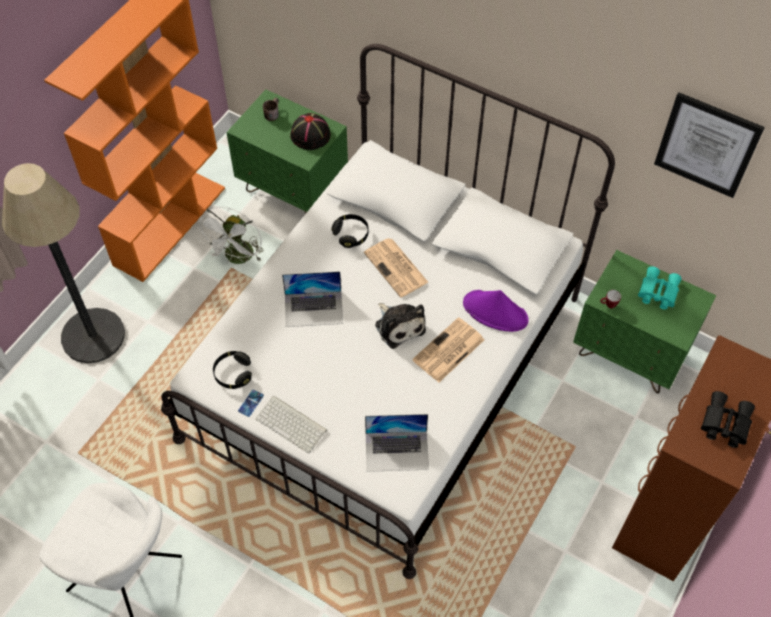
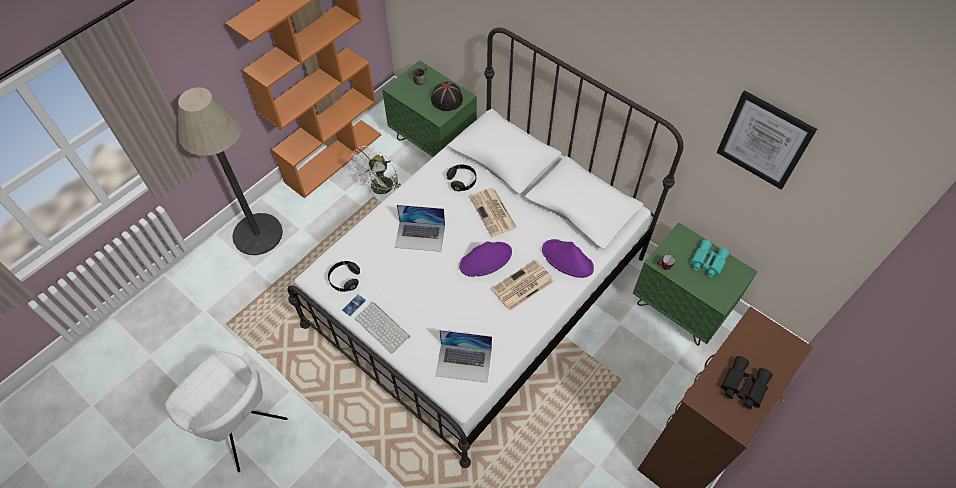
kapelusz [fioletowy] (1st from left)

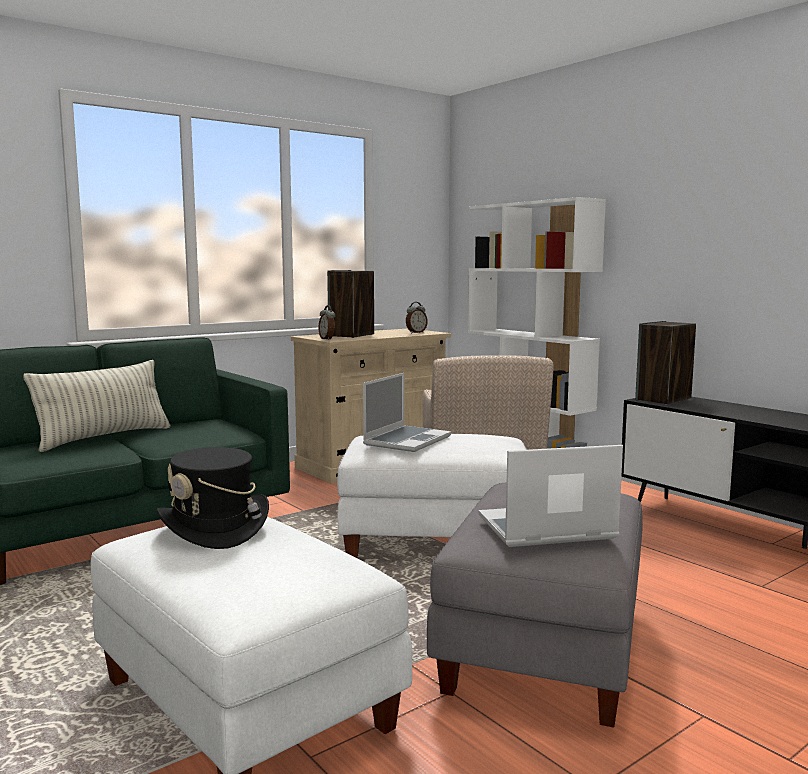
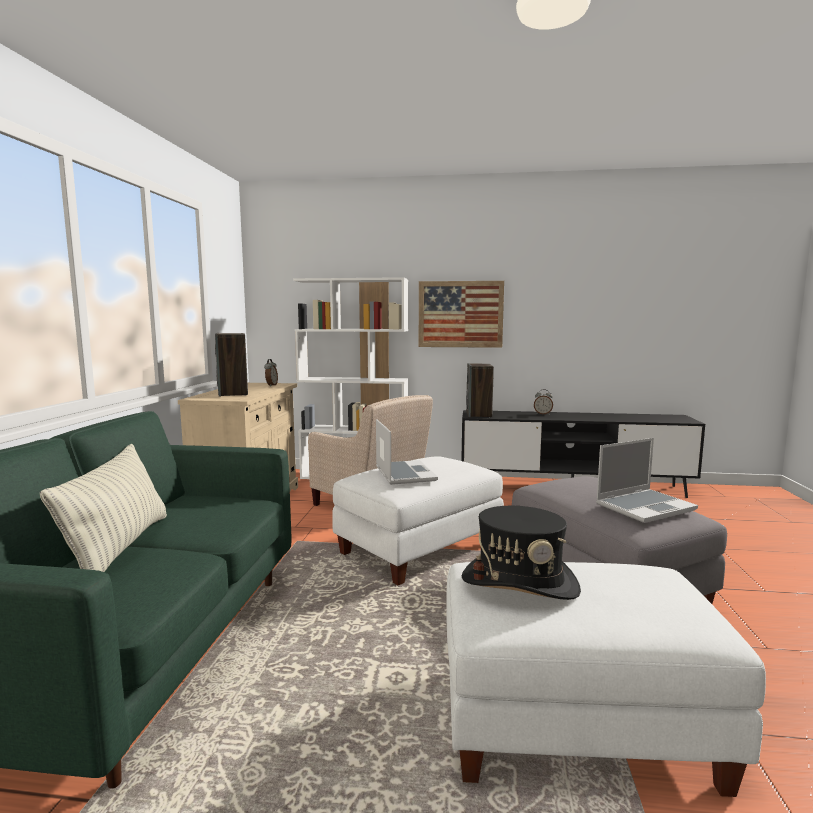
budzik (2nd from left); laptop (2nd from left); obraz

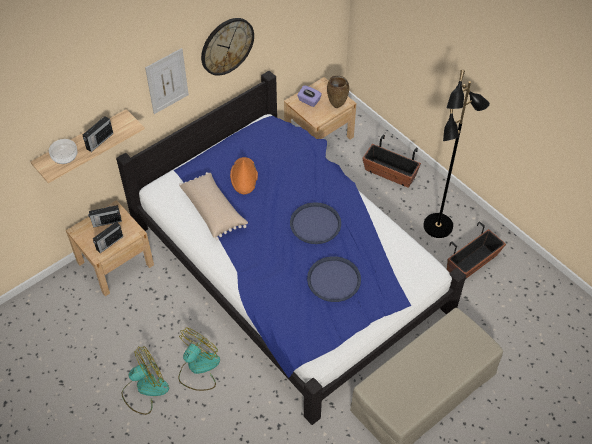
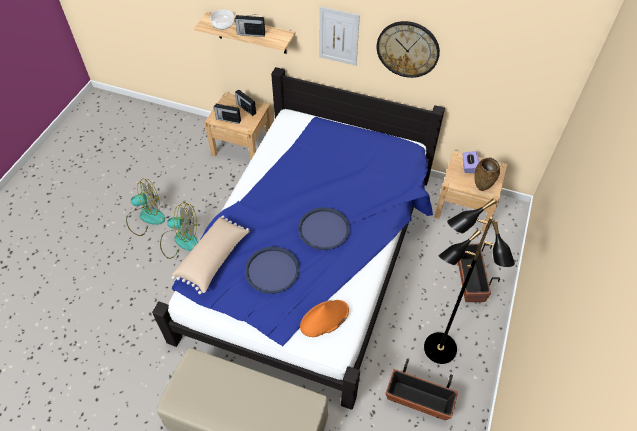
kapelusz [pomarańczowy]; poduszka [beżowy]; wentylator (1st from left)

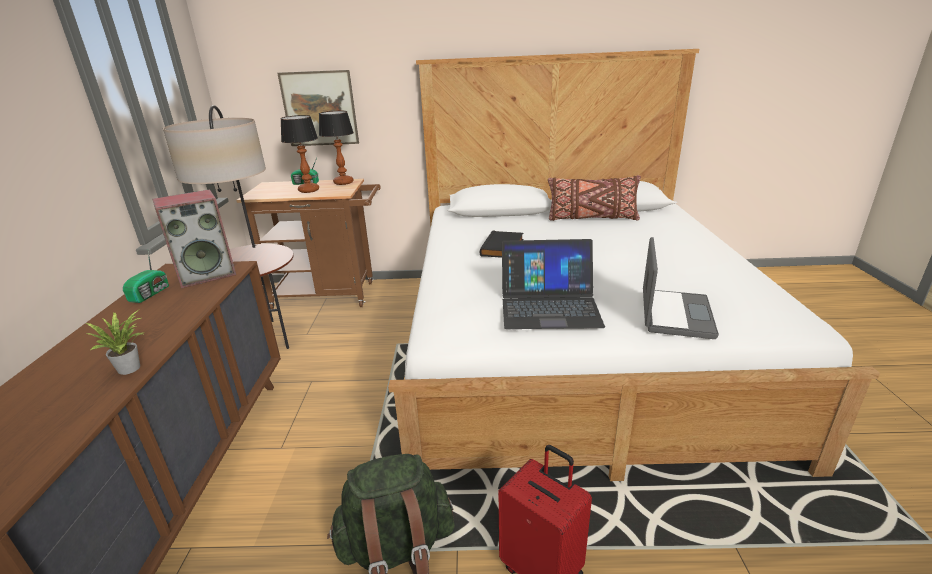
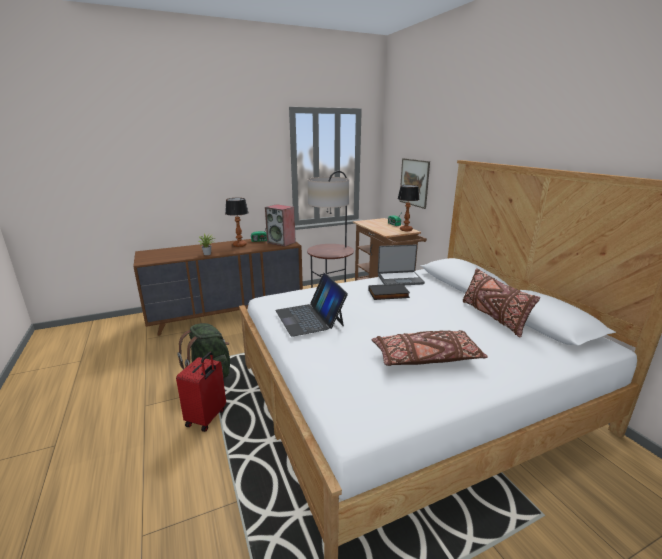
lampa stołowa (1st from left); laptop (2nd from left); poduszka [brązowy] (1st from left)

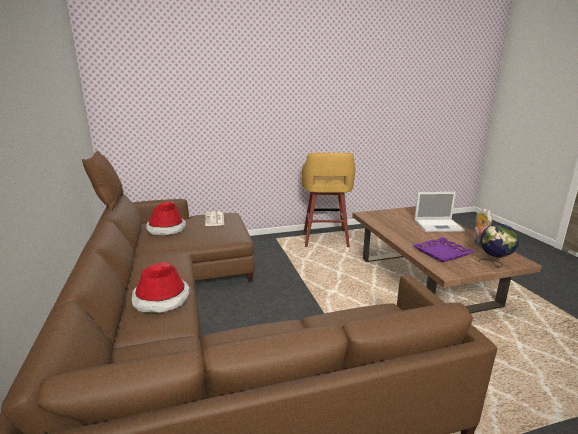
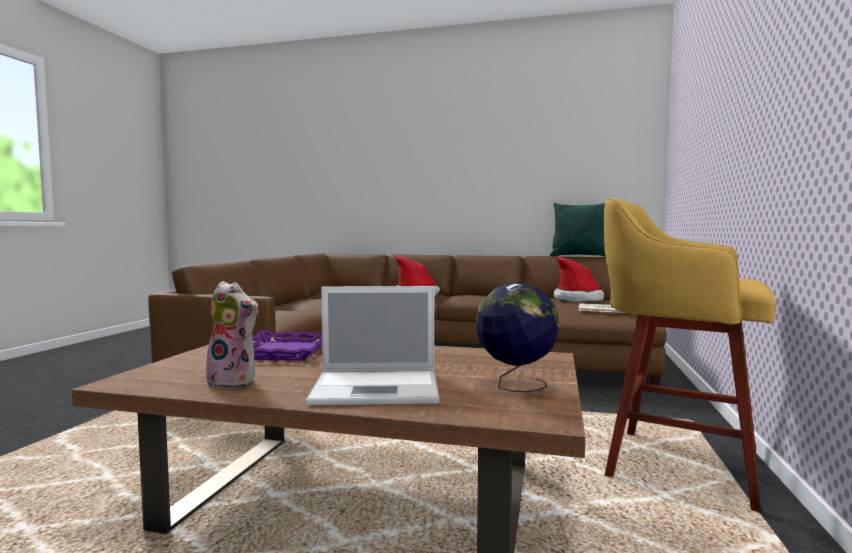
poduszka [zielony]; laptop; globus

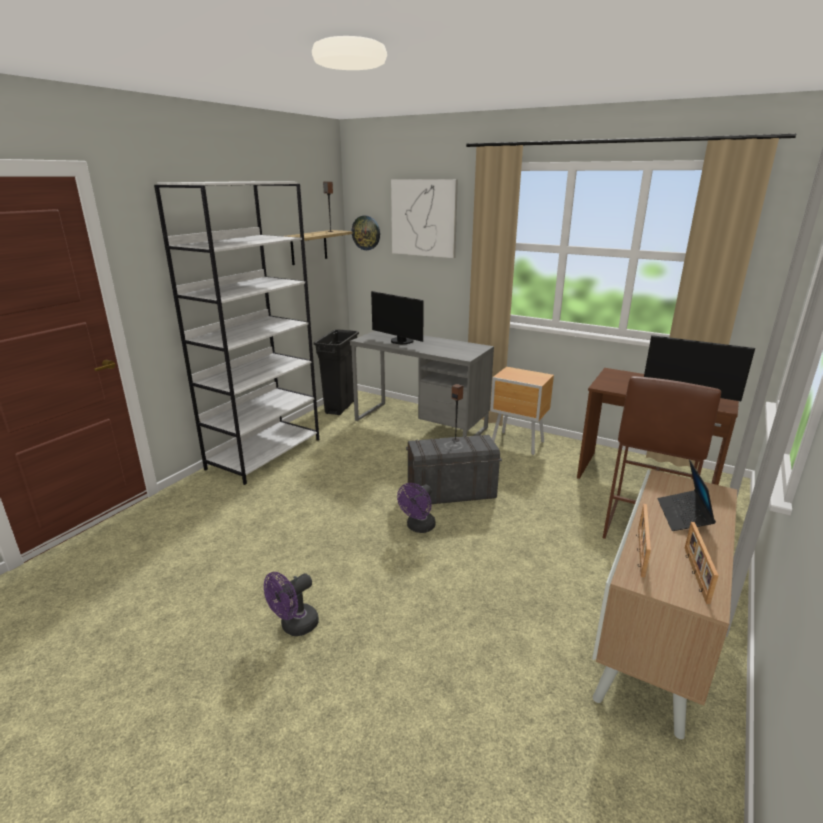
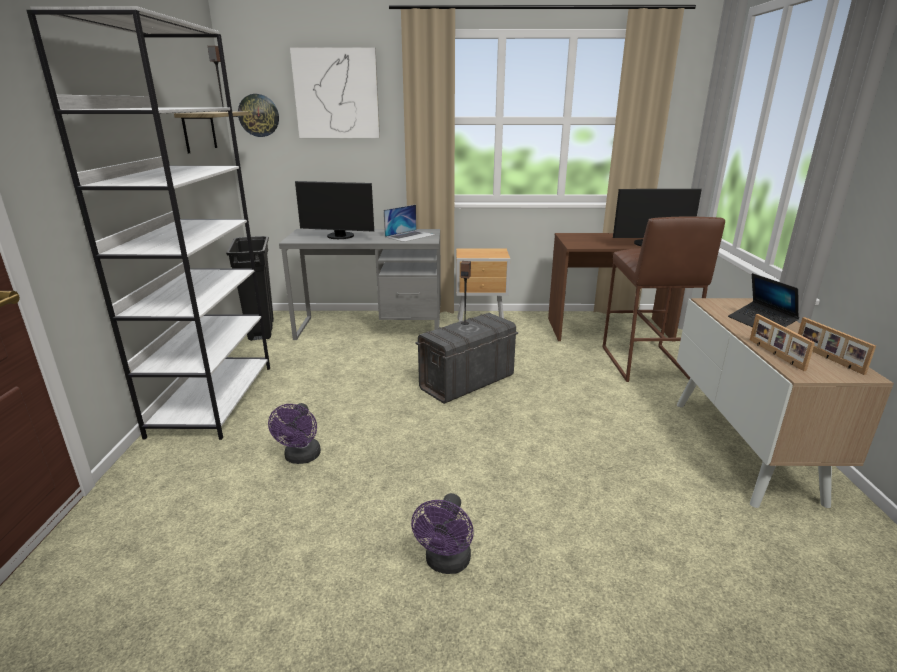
wentylator [fioletowy] (1st from left); laptop (1st from left)

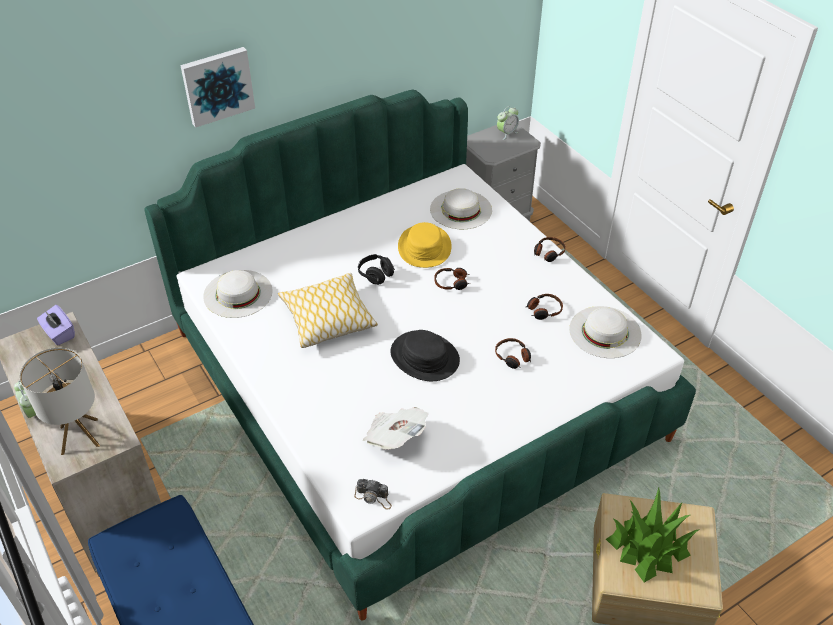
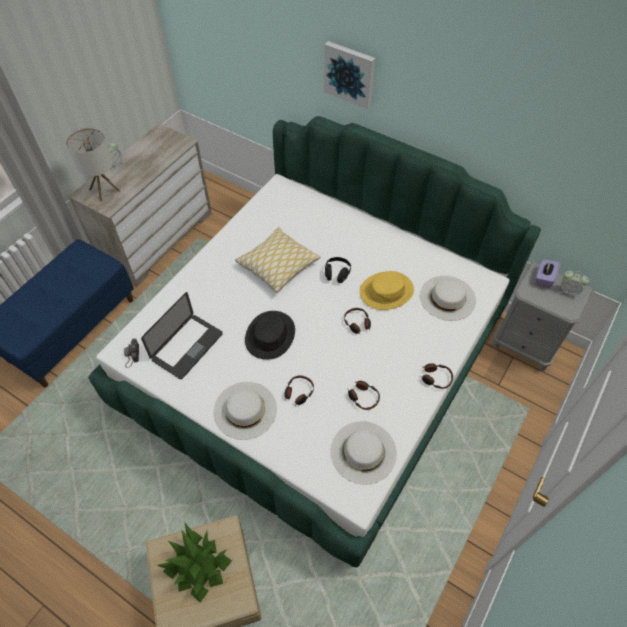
kapelusz [biały] (1st from left); pudełko chusteczek [fioletowy]; laptop

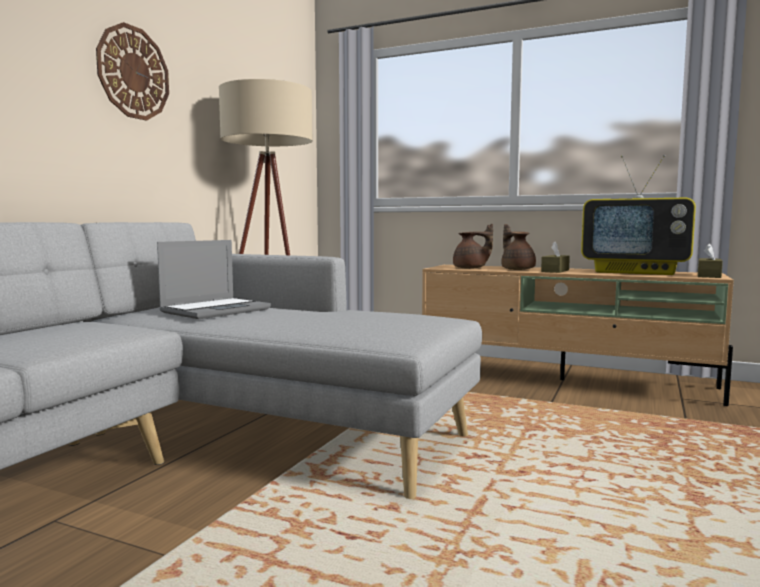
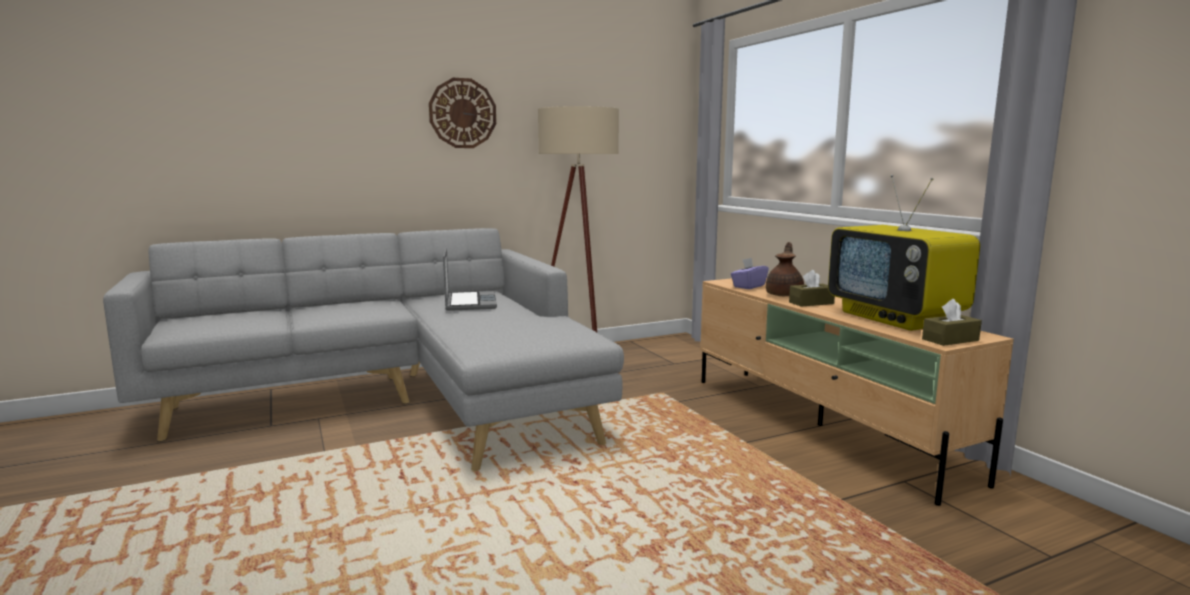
pudełko chusteczek [fioletowy]; laptop

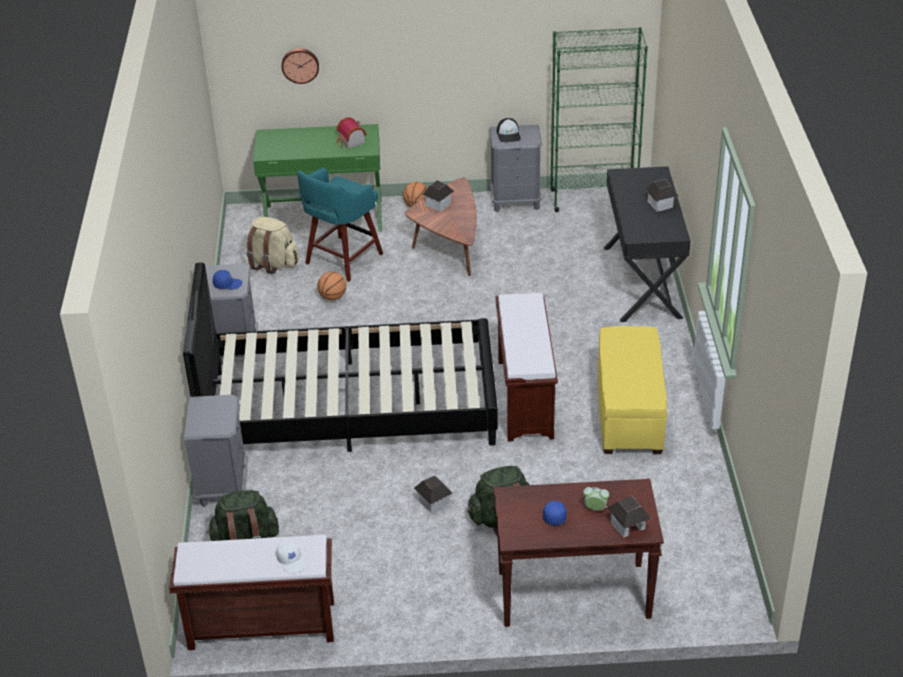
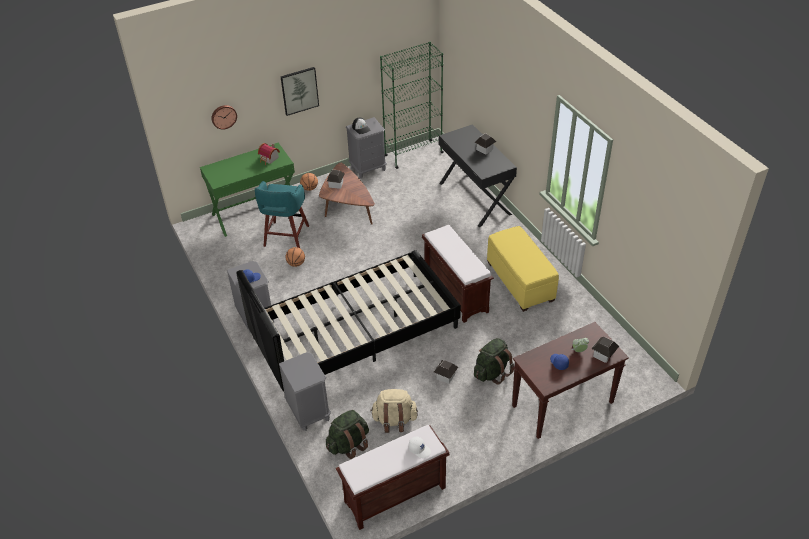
plecak [beżowy]; obraz

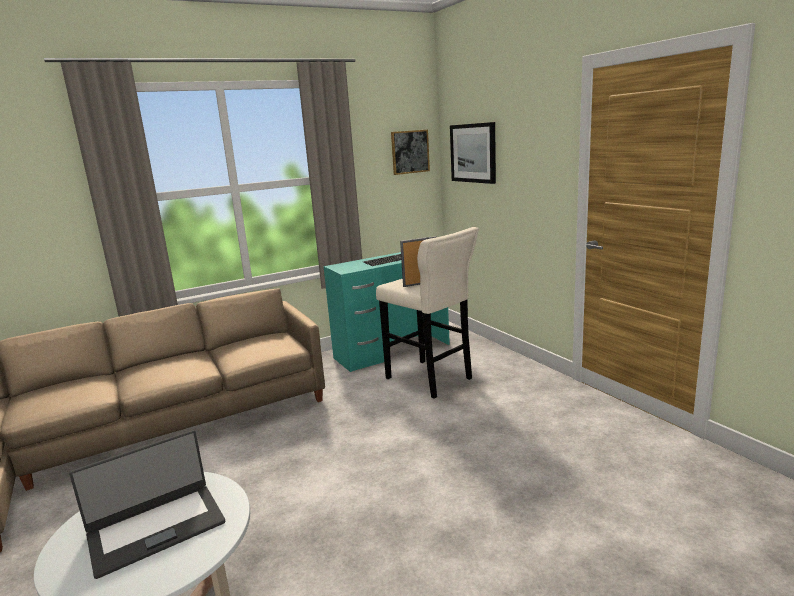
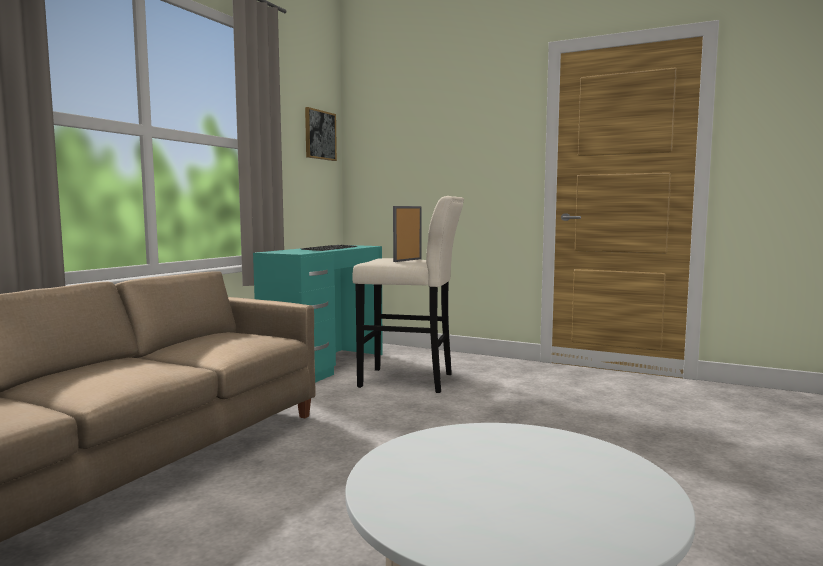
obraz (2nd from left in the first image); laptop

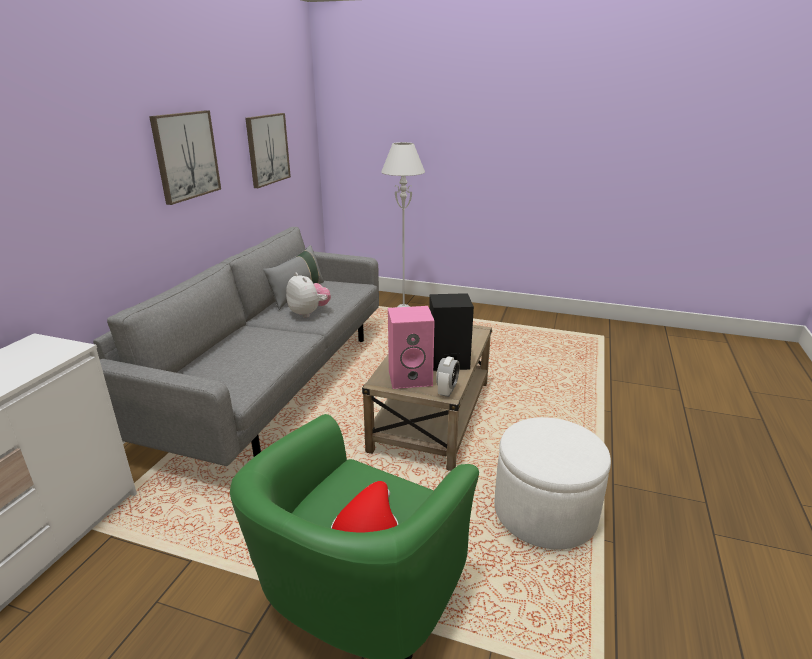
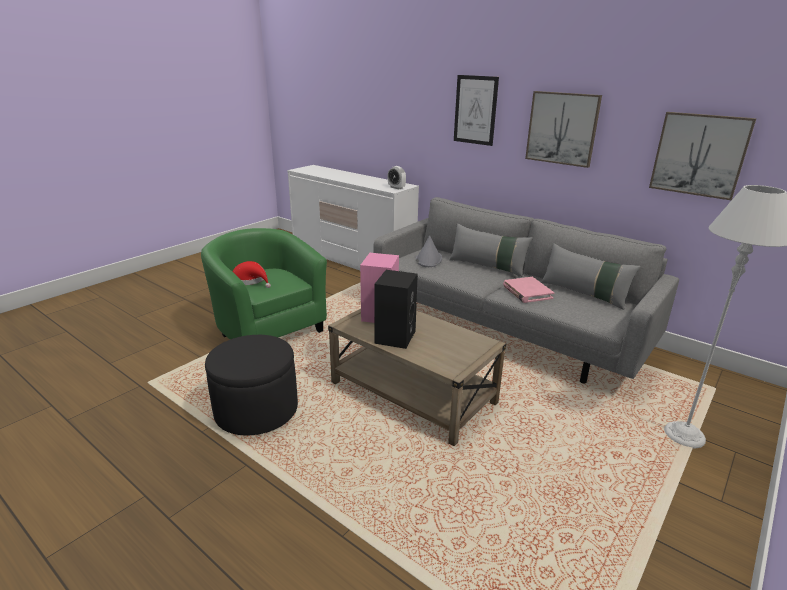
książka [różowy]; budzik; pufa [czarny]; obraz (1st from left); poduszka [szary] (1st from left); kapelusz [szary]

